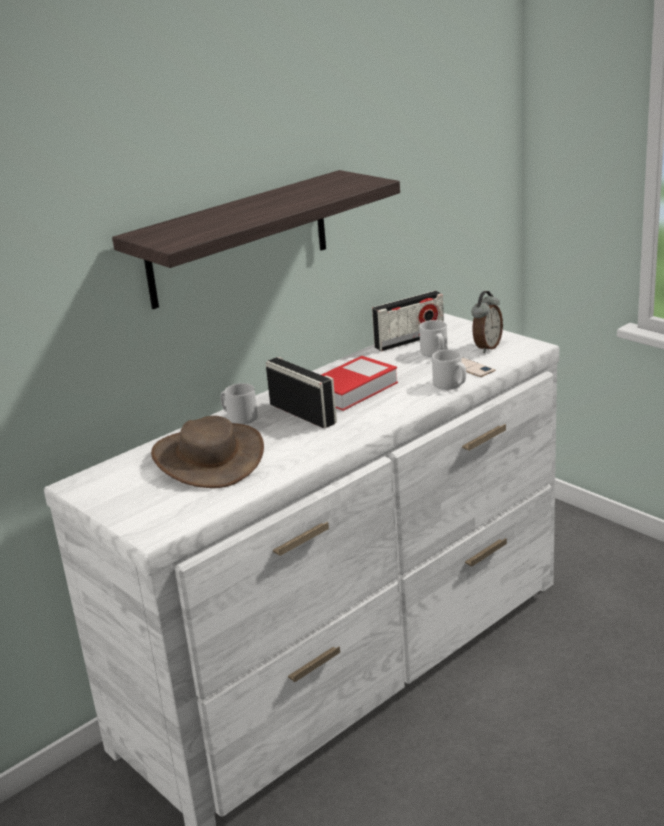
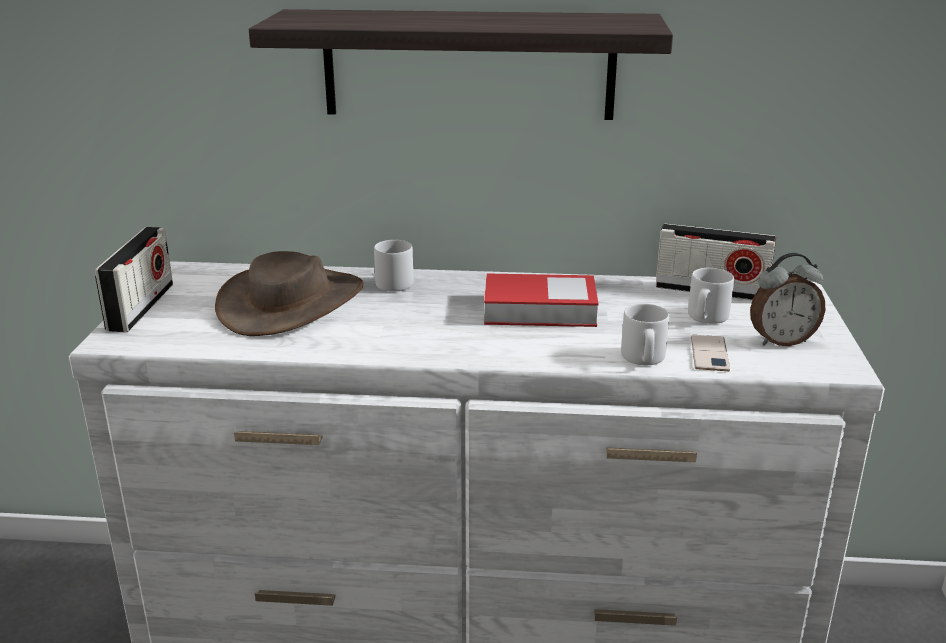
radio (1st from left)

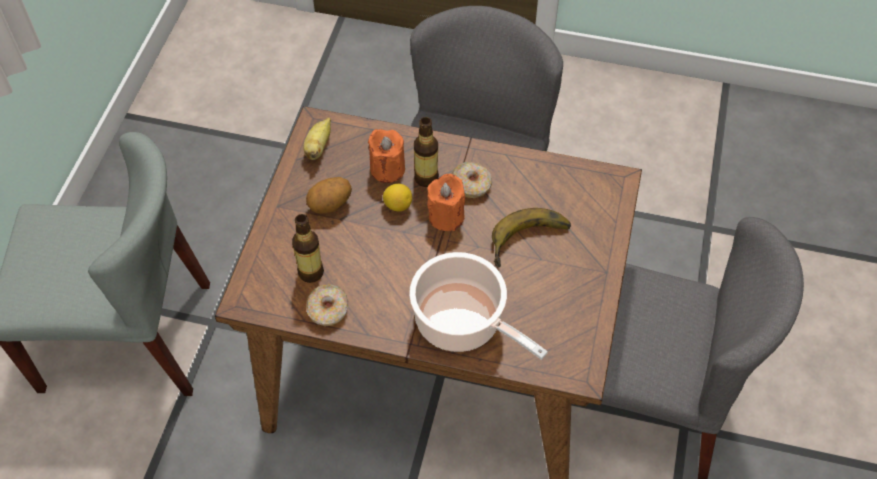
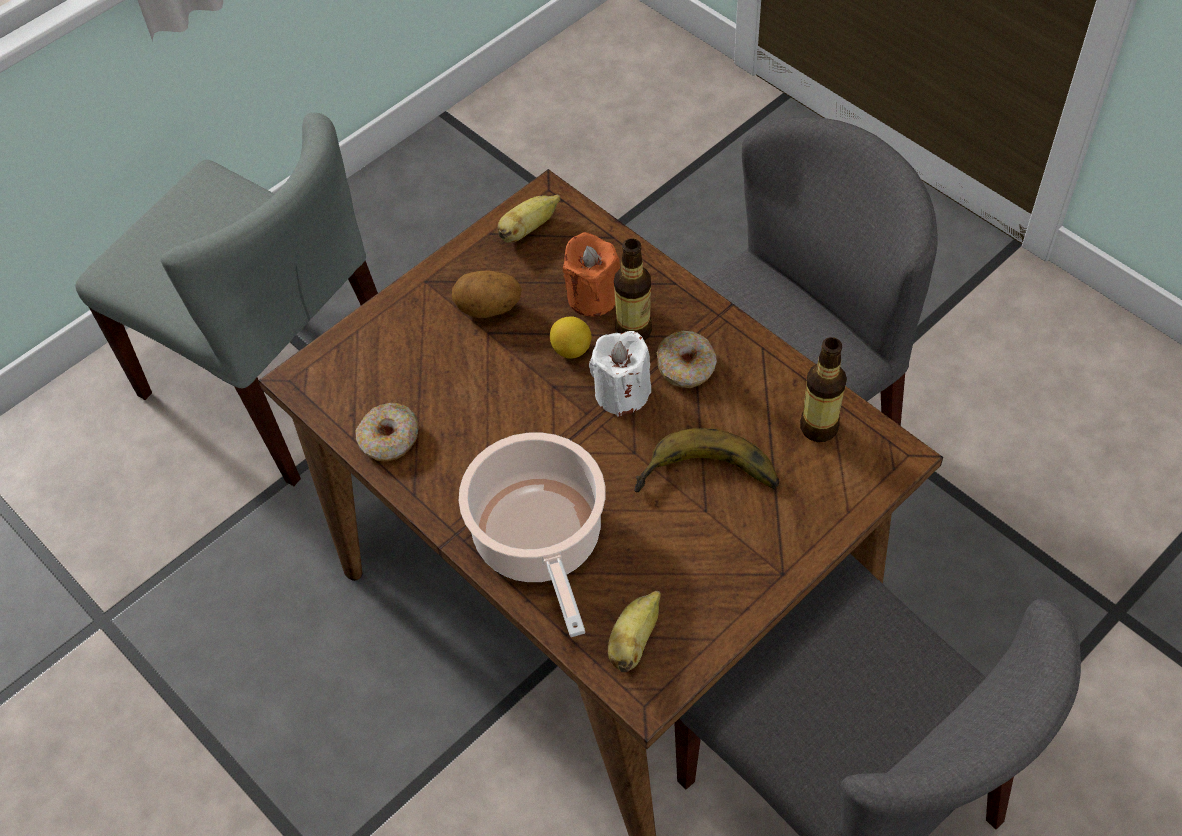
świeca [biały]; butelka (2nd from left); banan (2nd from left)

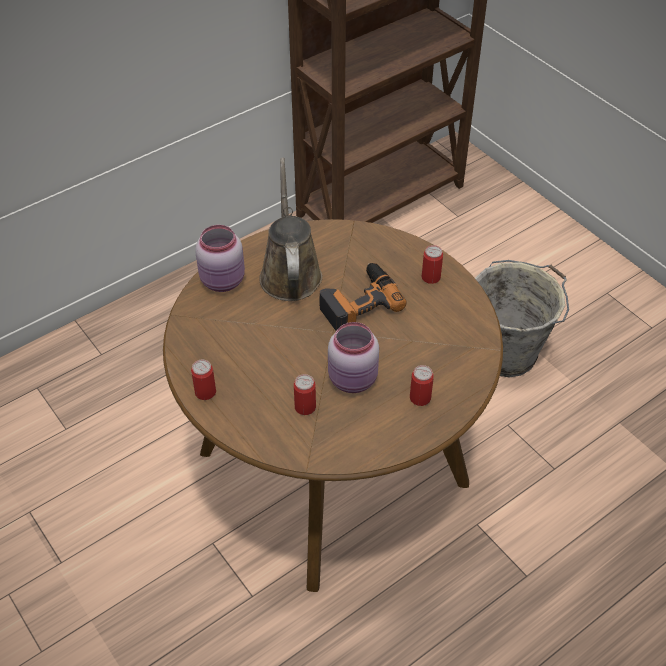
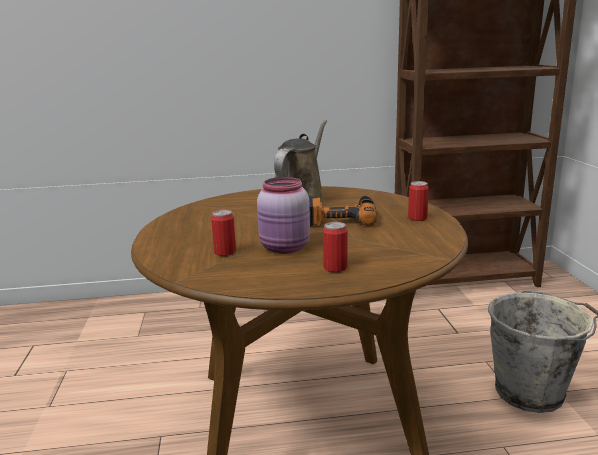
słoik [różowy] (1st from left in the first image); puszka (1st from left in the first image)

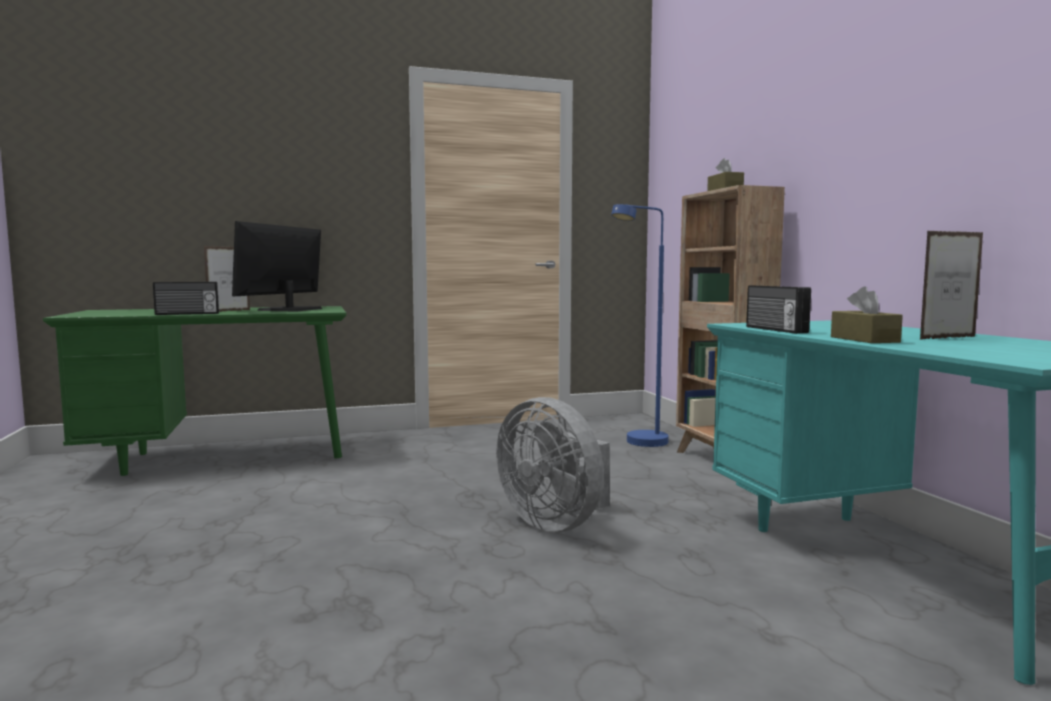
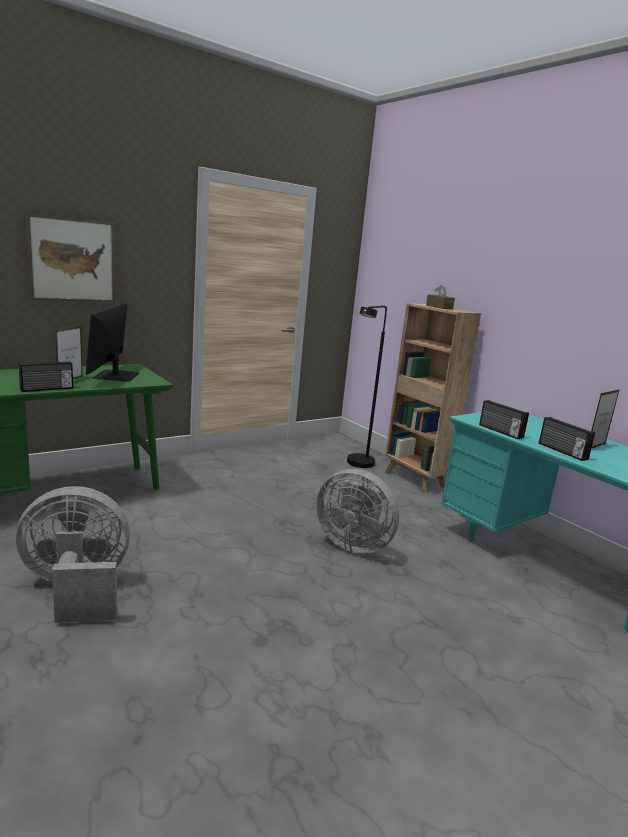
lampa stojąca [czarny]; radio (3rd from left); obraz; wentylator [szary] (1st from left)

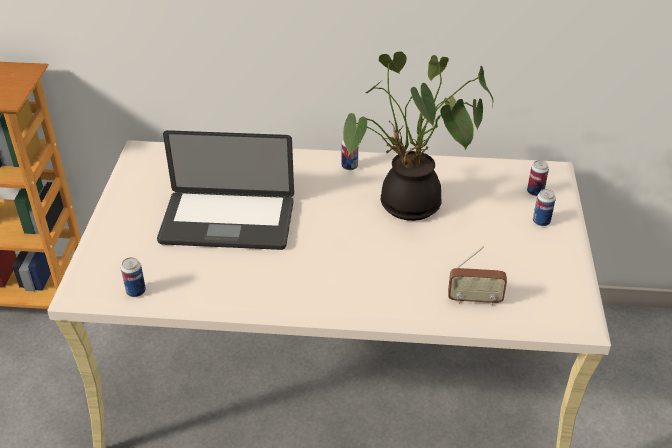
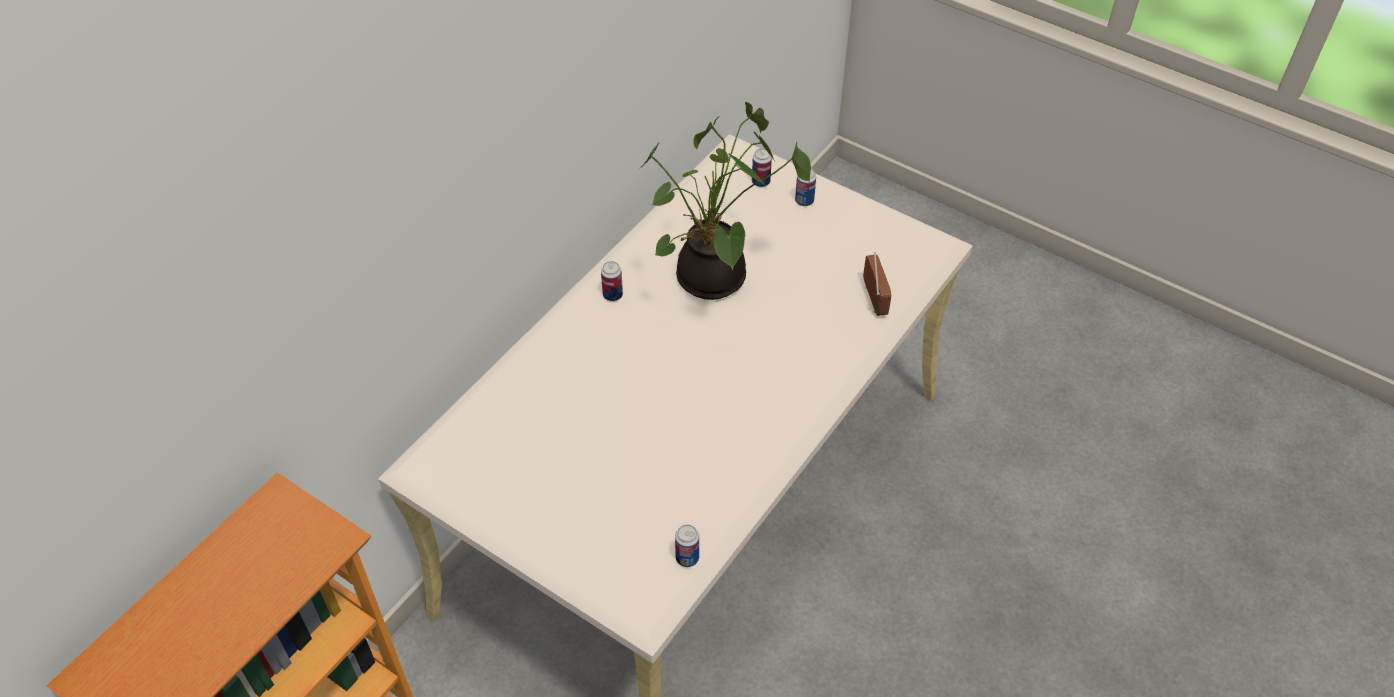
laptop; radio

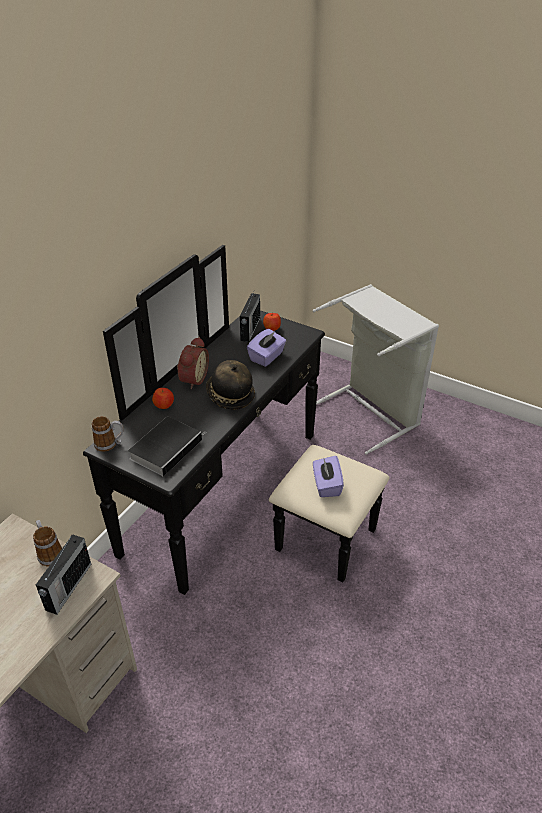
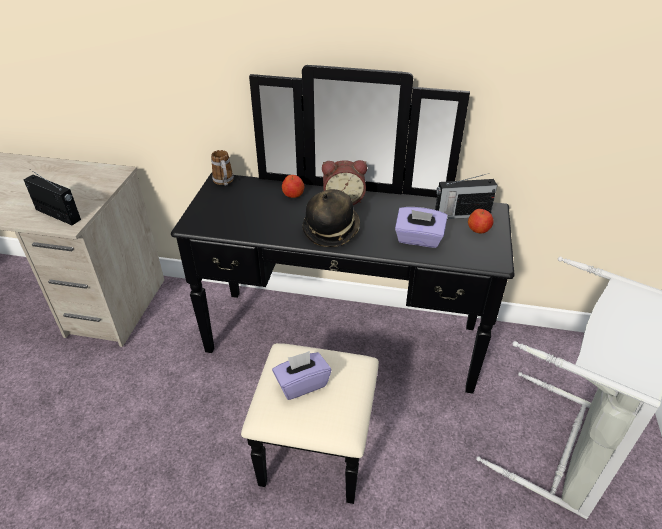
książka; kubek (1st from left in the first image); radio (1st from left)

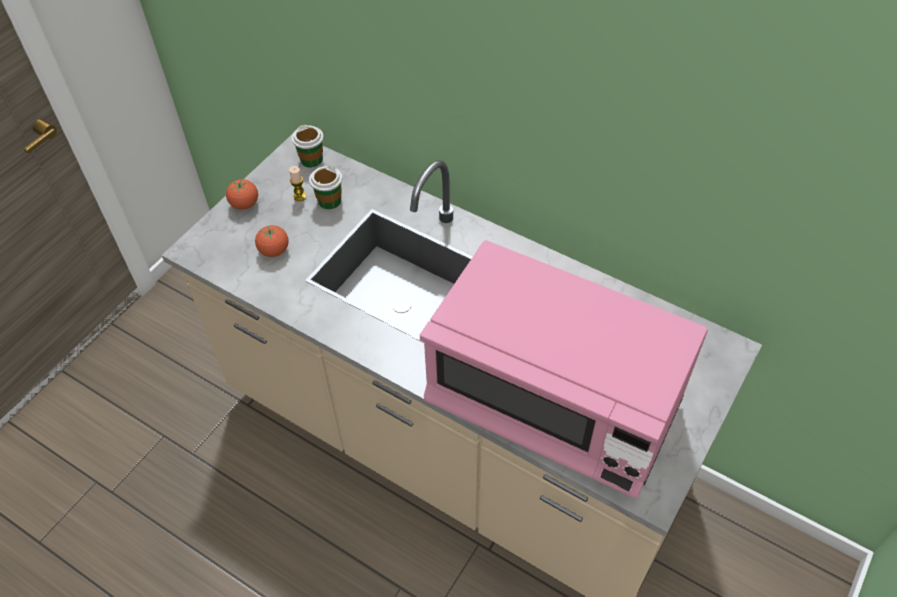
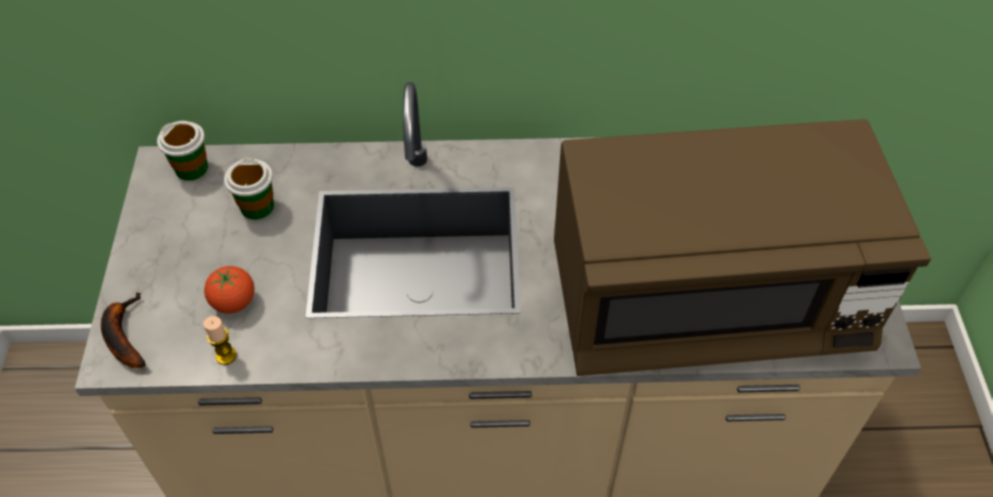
świeca; pomidor (1st from left in the first image); mikrofalówka [brązowy]; banan

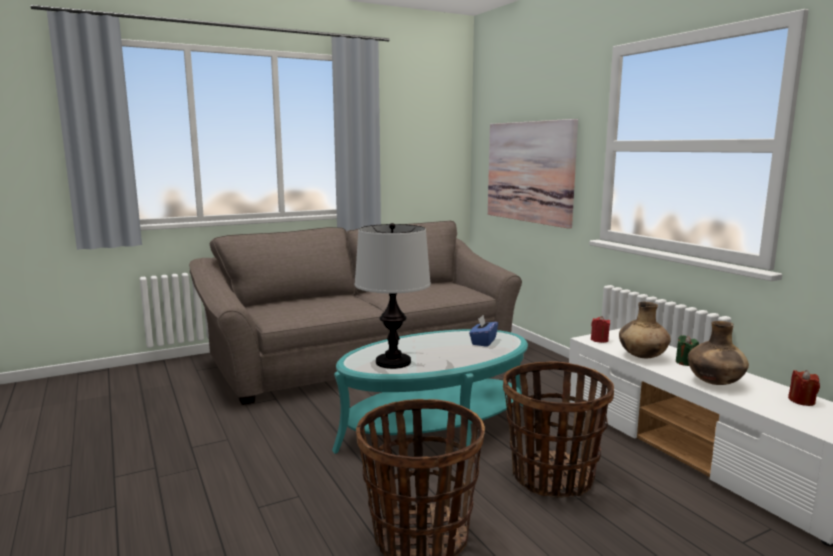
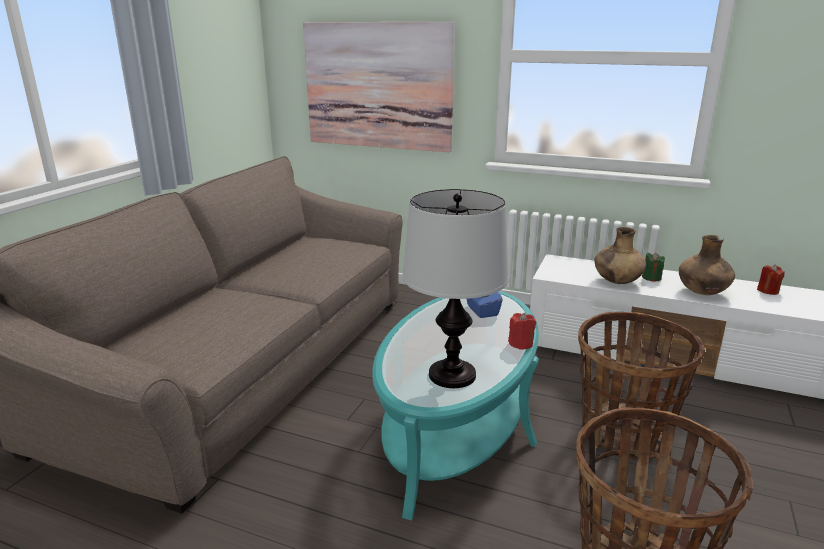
świeca [czerwony] (1st from left)

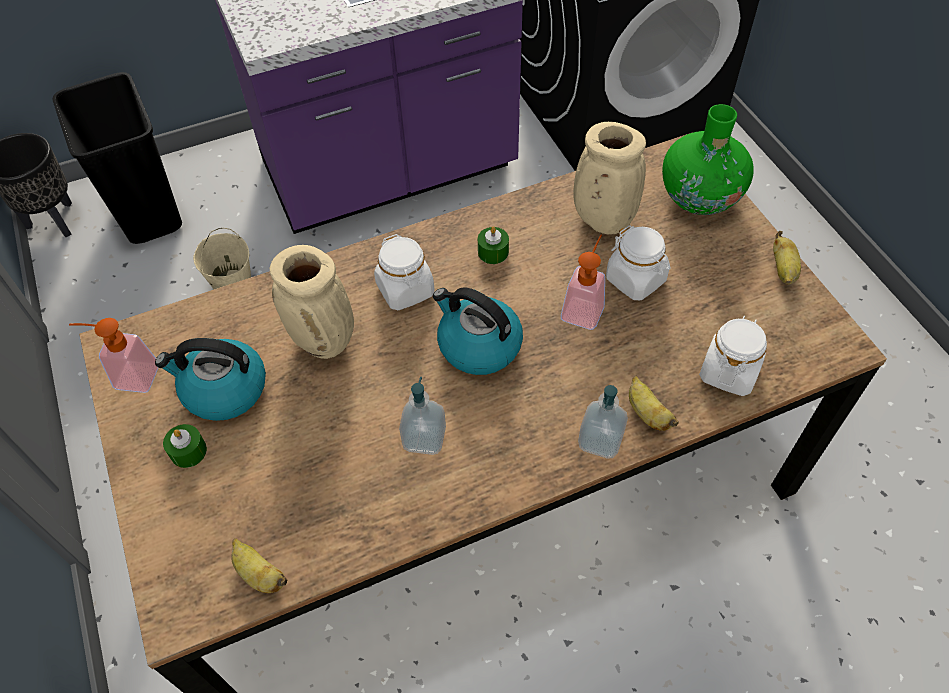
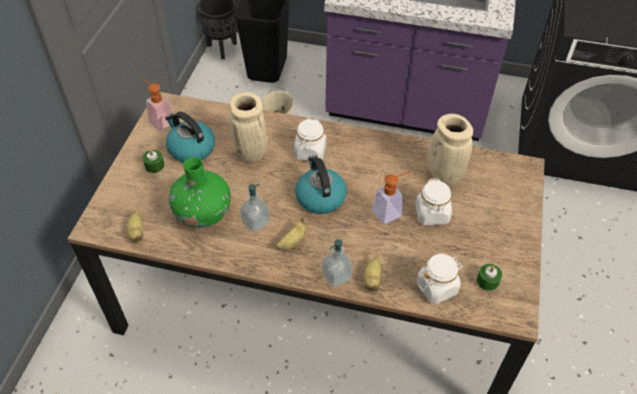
wazon [zielony]; świeca [zielony] (2nd from left); banan (2nd from left)

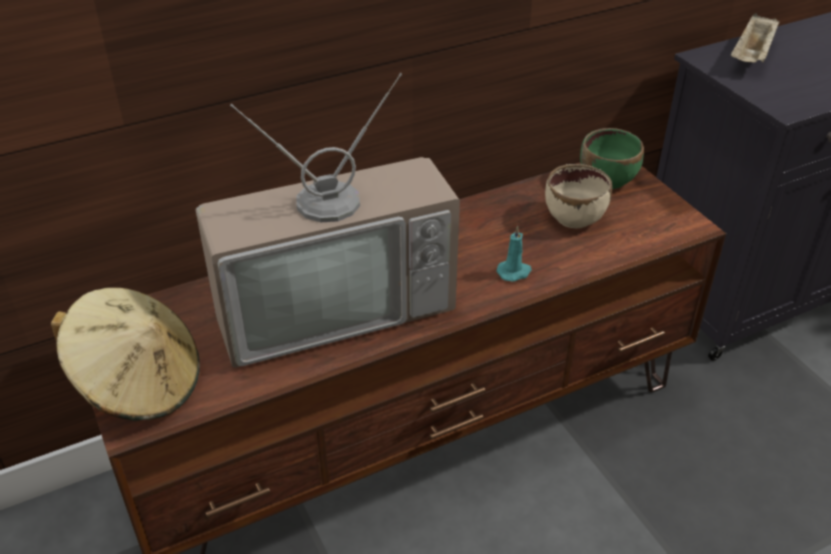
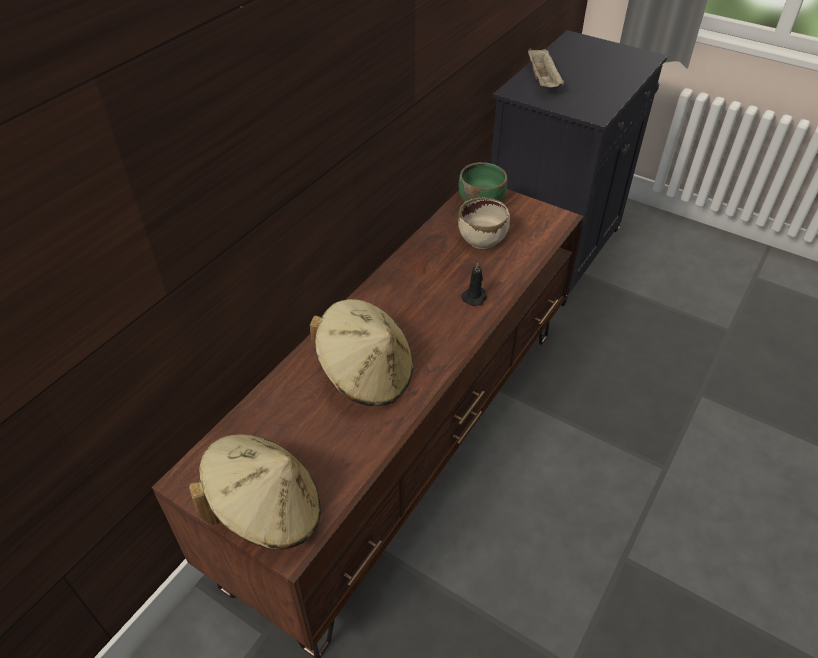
kapelusz [beżowy] (2nd from left); świeca [czarny]

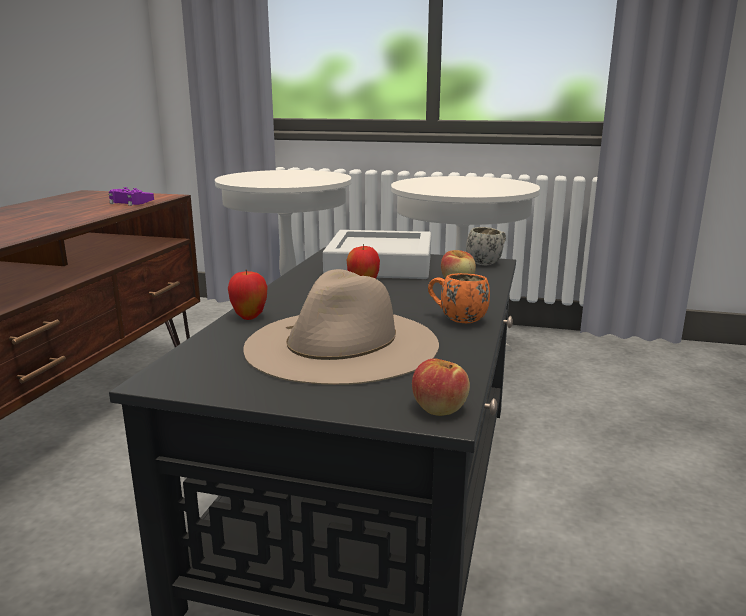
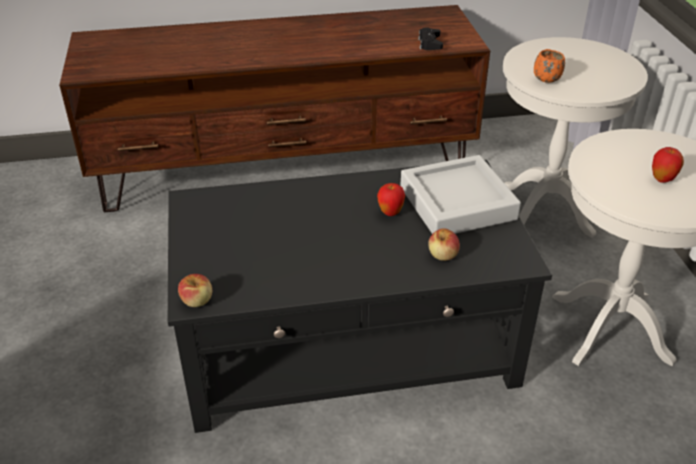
pad do gier [czarny]; kubek [biały]; jabłko (4th from left); kapelusz [beżowy]; kubek [pomarańczowy]

